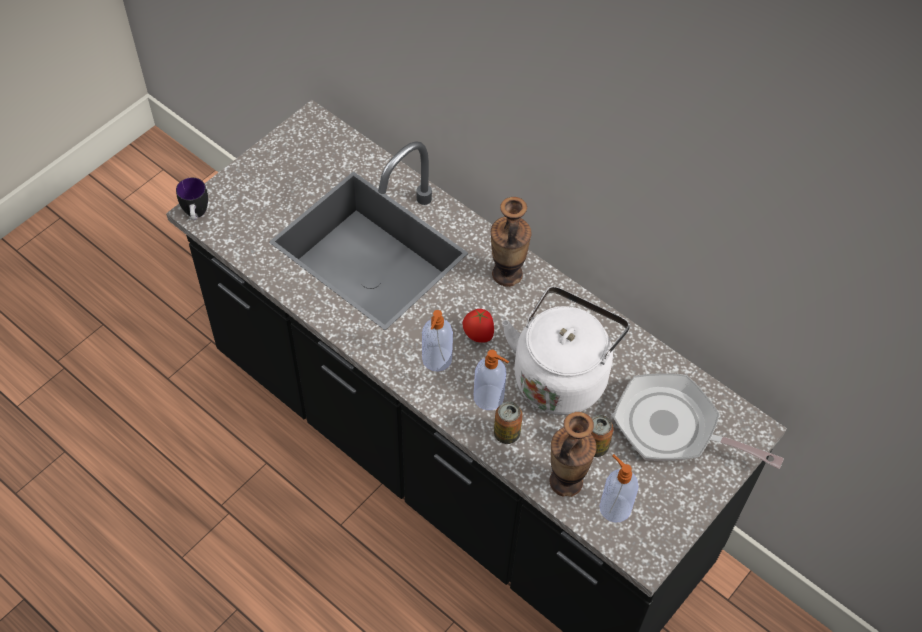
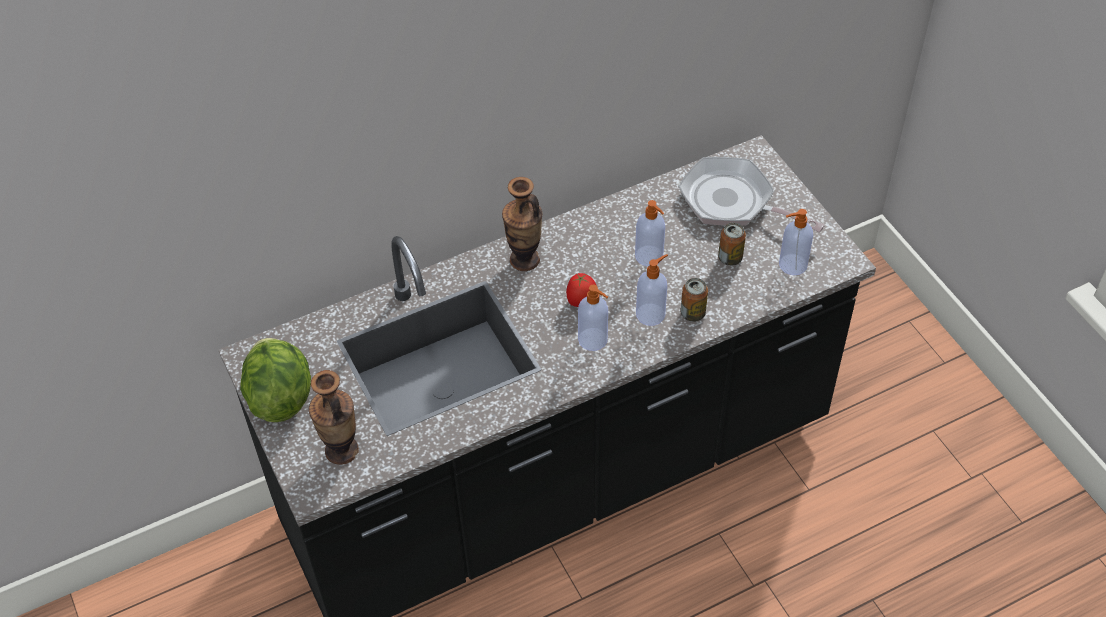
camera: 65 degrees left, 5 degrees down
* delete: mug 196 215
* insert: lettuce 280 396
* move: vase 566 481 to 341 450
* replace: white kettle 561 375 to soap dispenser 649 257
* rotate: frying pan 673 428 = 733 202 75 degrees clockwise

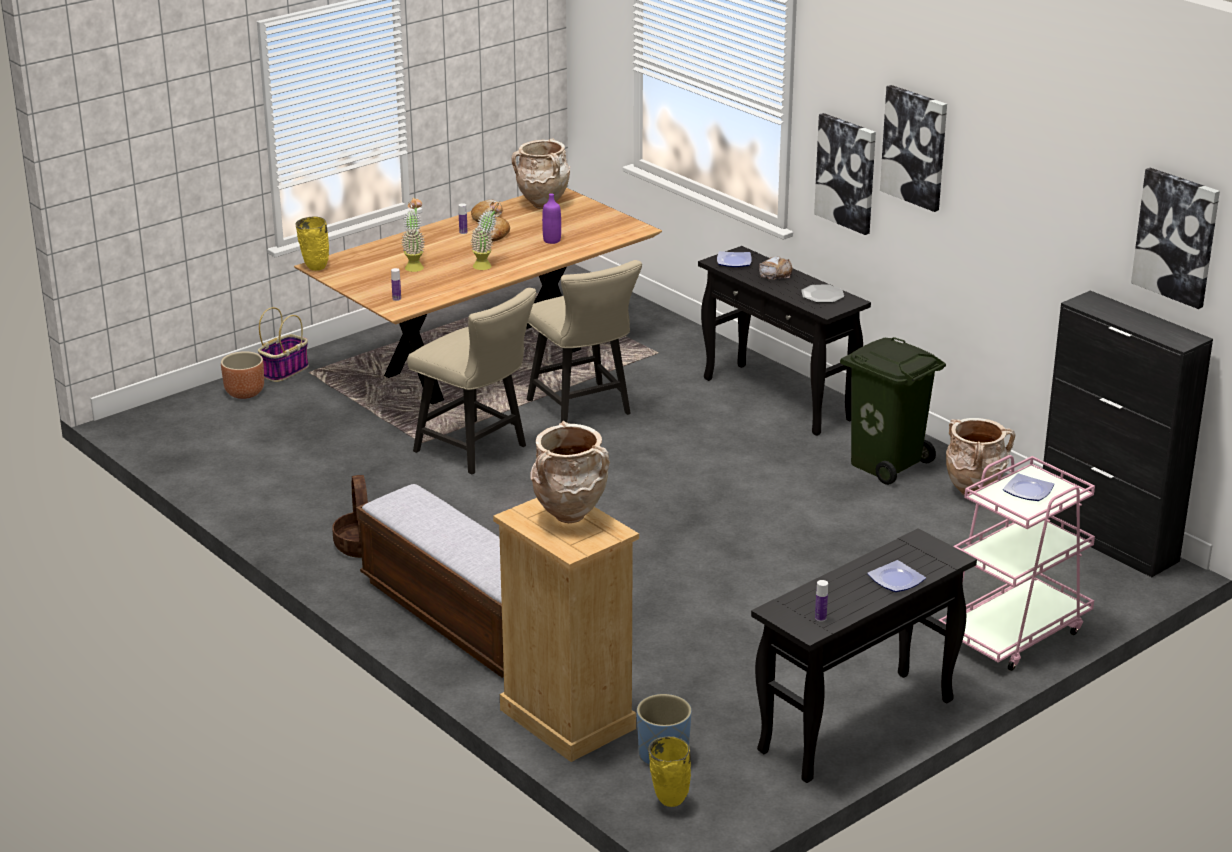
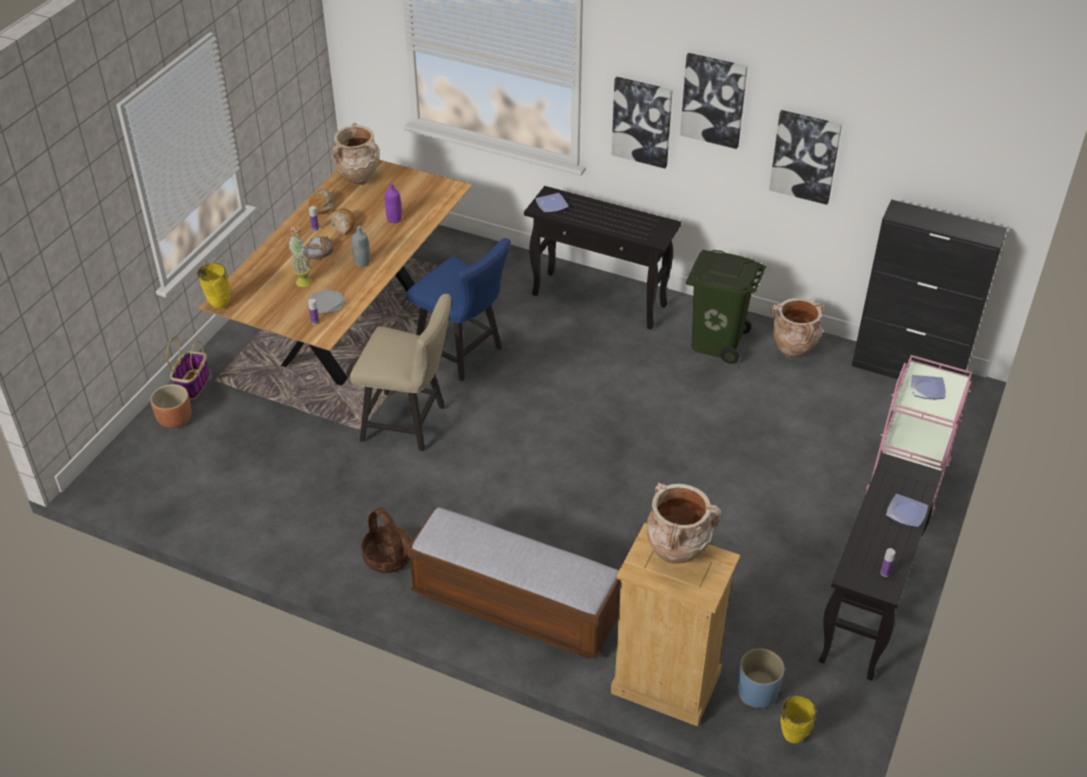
camera: 25 degrees left, 15 degrees up
* move: bread 775 273 to 319 250
* move: plate 822 295 to 326 303
* move: picture 1176 237 to 805 156
* replace: potted plant 487 266 to grey bottle 362 262
* recolor: beige chair 583 410 to blue chair 463 355

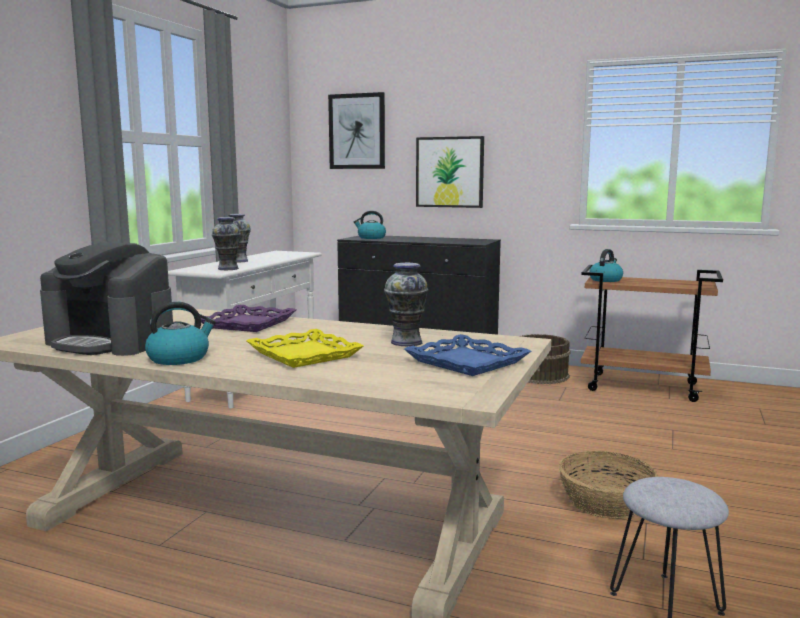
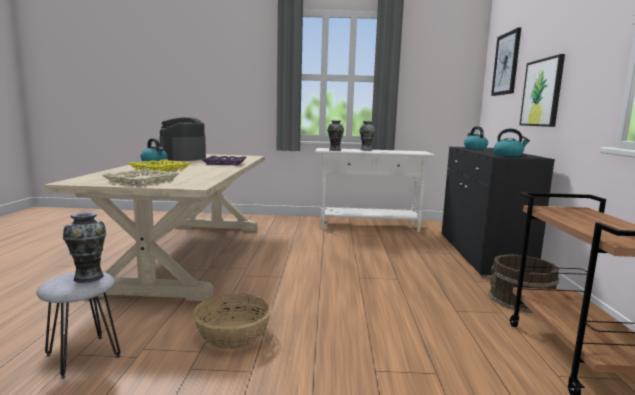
camera: 70 degrees right, 0 degrees up
* move: vase 407 342 to 88 277
* move: kettle 605 280 to 508 155
* recolor: blue tray 467 362 to beige tray 142 181

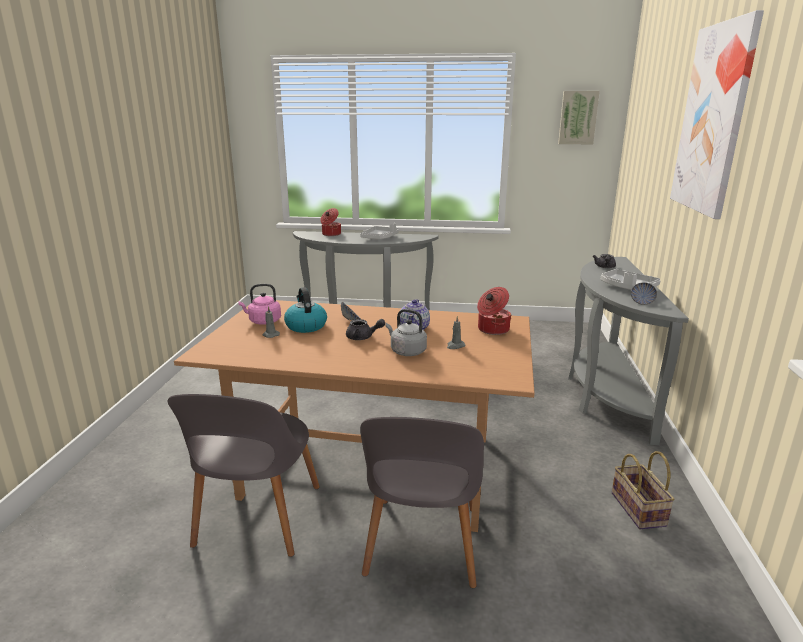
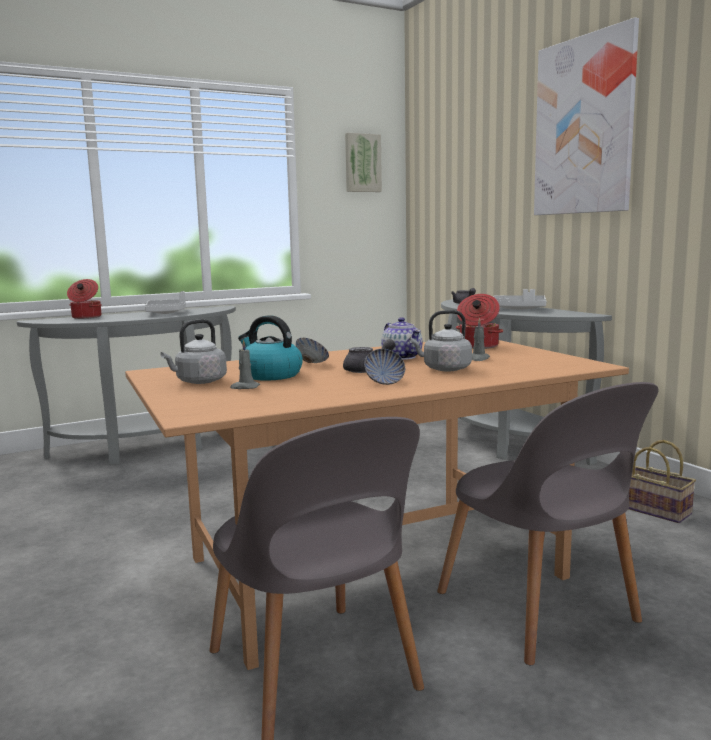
camera: 35 degrees left, 10 degrees down
* move: bowl 642 302 to 384 382
* recolor: pink kettle 263 321 to grey kettle 199 382

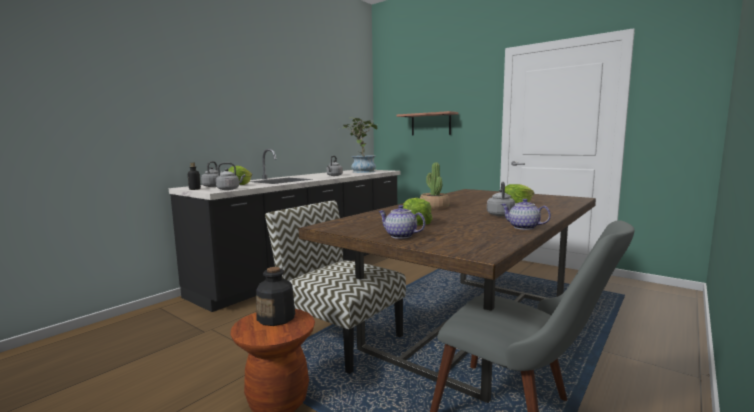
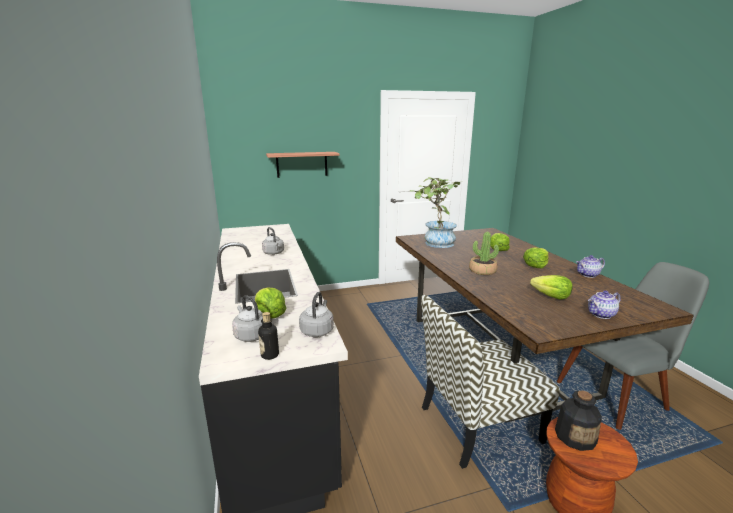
camera: 55 degrees left, 10 degrees up
* move: potted plant 361 171 to 435 243
* replace: grey kettle 500 214 to lettuce 535 265

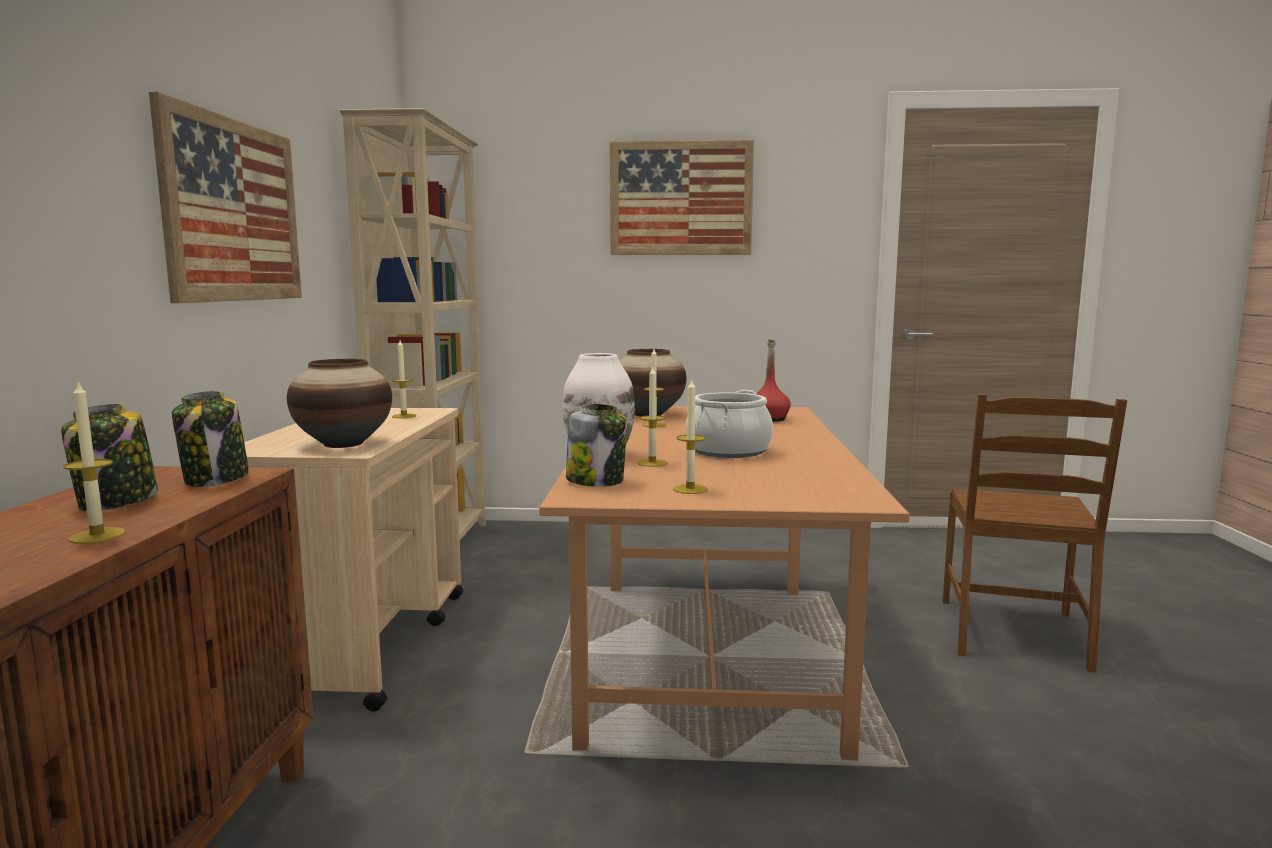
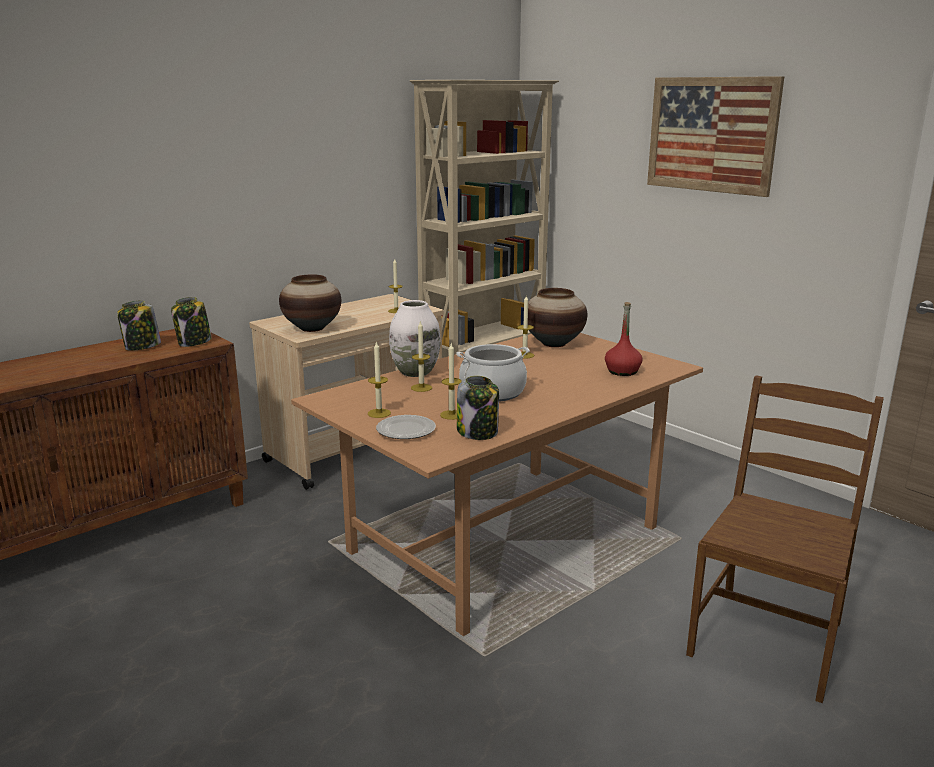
camera: 45 degrees right, 10 degrees up
* delete: picture 233 211
* insert: plate 406 430
* move: candle 97 535 to 451 415
* move: jar 596 481 to 478 432
* rotate: brown chair 1014 634 = 767 638 150 degrees clockwise

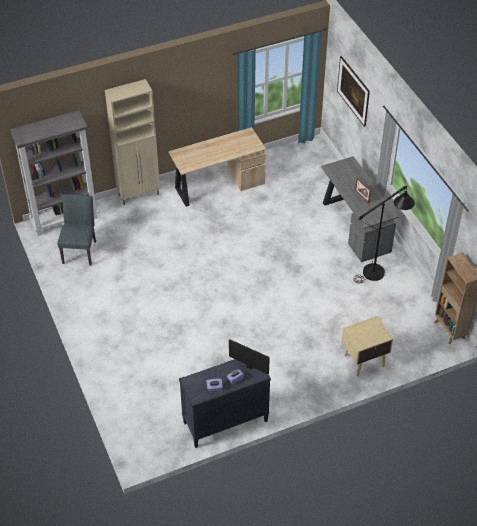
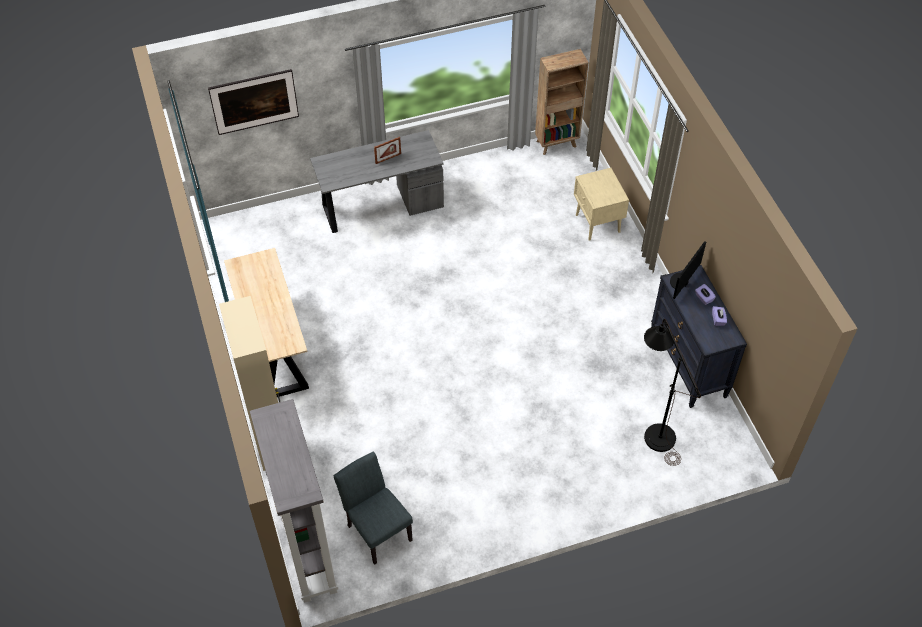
camera: 85 degrees left, 5 degrees up
* move: black floor lamp 379 270 to 655 430
* rotate: grey chair 80 250 = 376 529 45 degrees clockwise

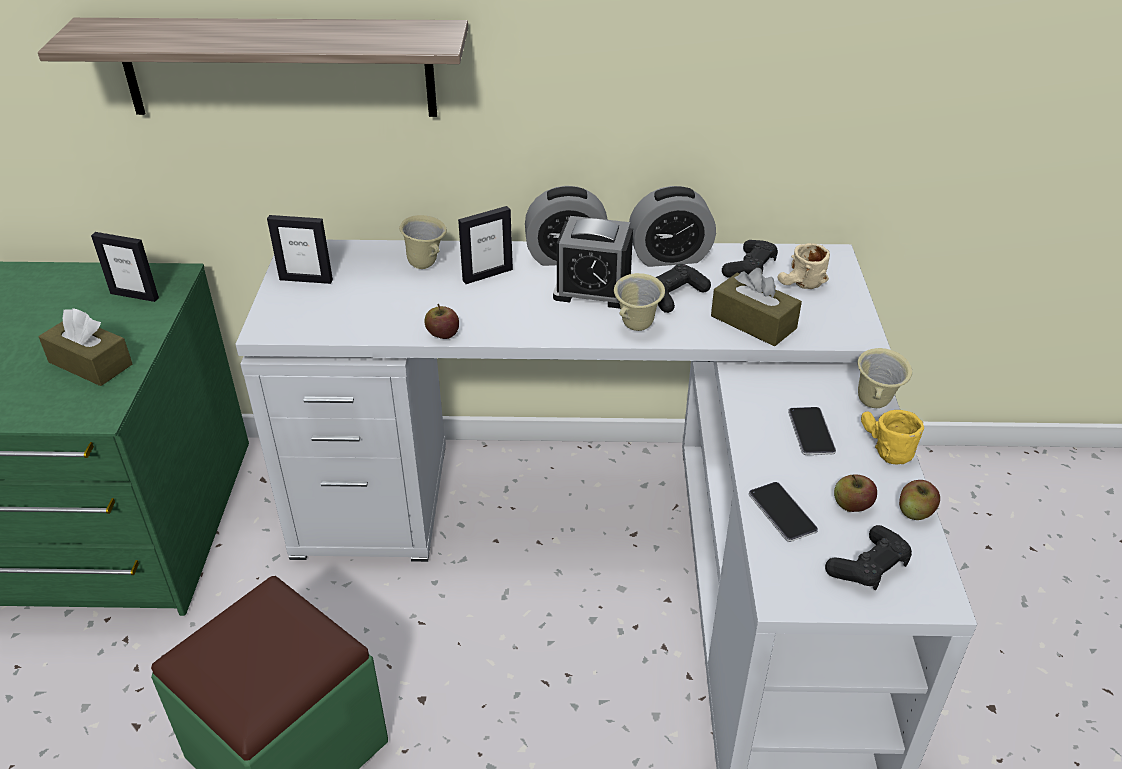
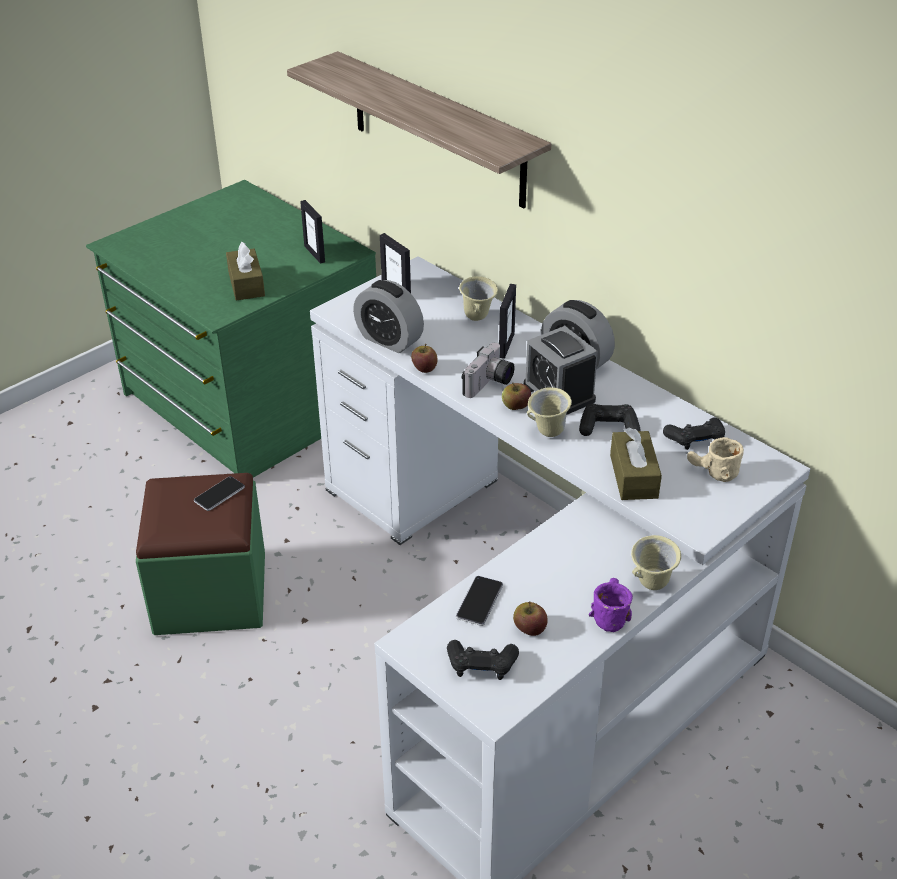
camera: 45 degrees right, 0 degrees up
* insert: photo camera 490 384
* move: alarm clock 669 257 to 389 340
* move: phone 811 432 to 219 494
* move: apple 915 512 to 516 406
* recolor: yellow mug 882 448 to purple mug 608 613
* rotate: picture frame 487 275 = 506 345 90 degrees counterclockwise

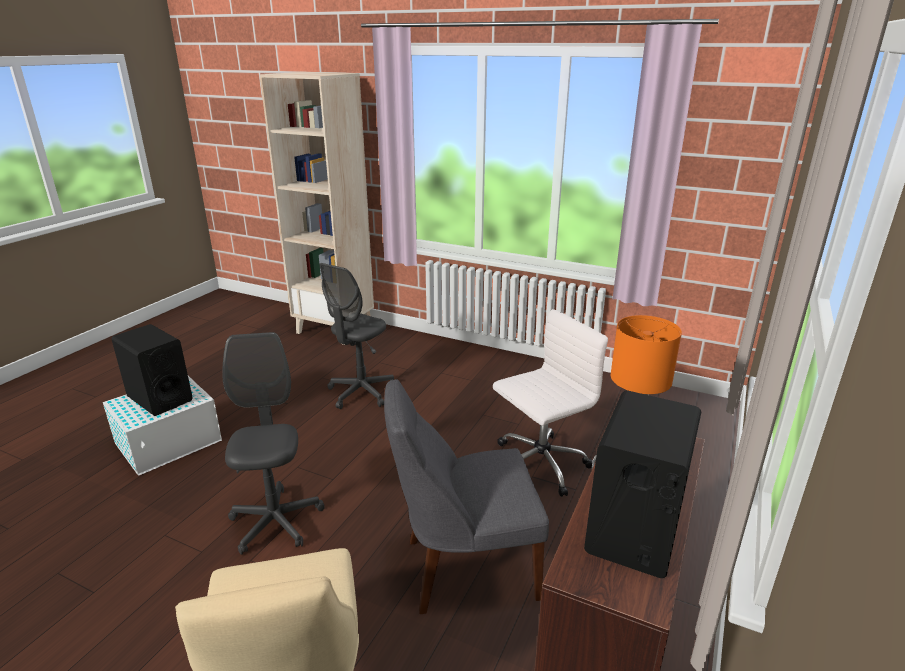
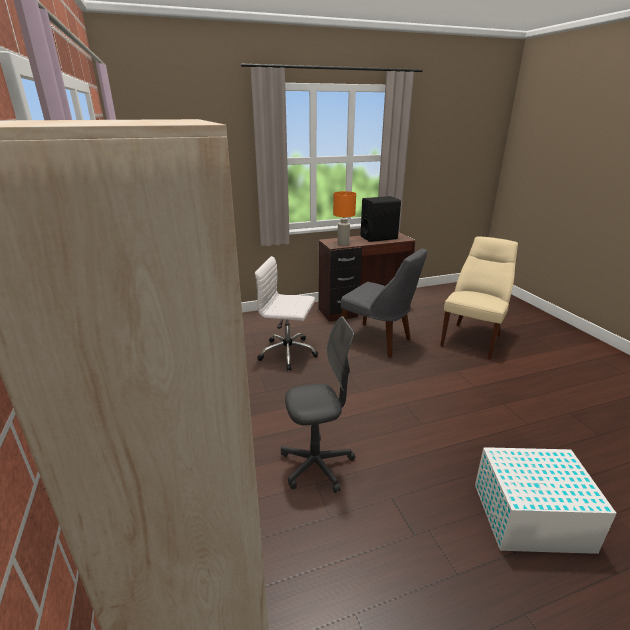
camera: 135 degrees left, 0 degrees up
* delete: black speaker 159 398
* delete: grey office chair 276 522

